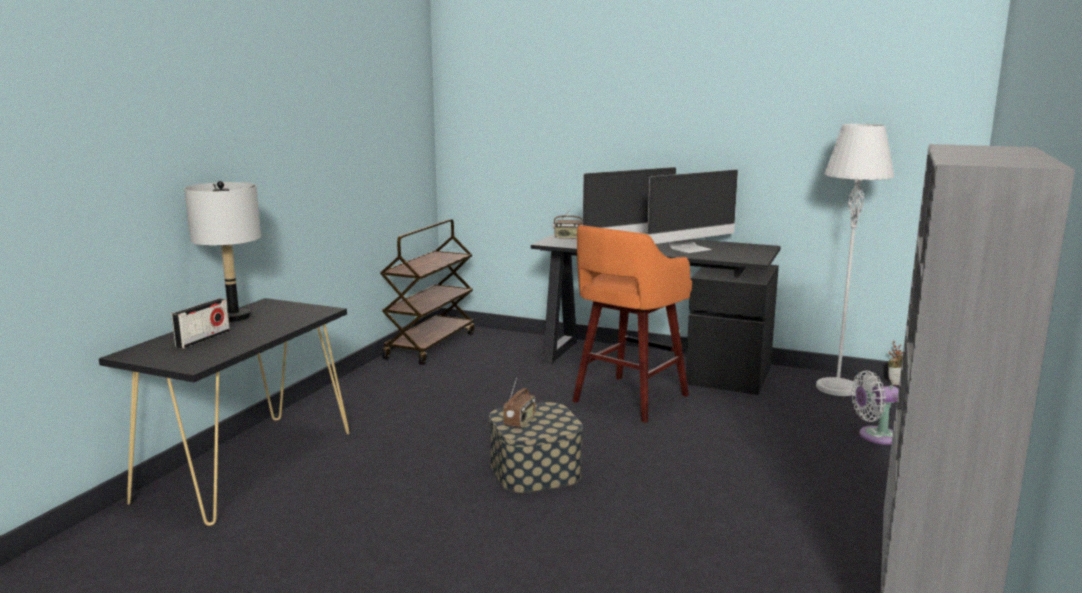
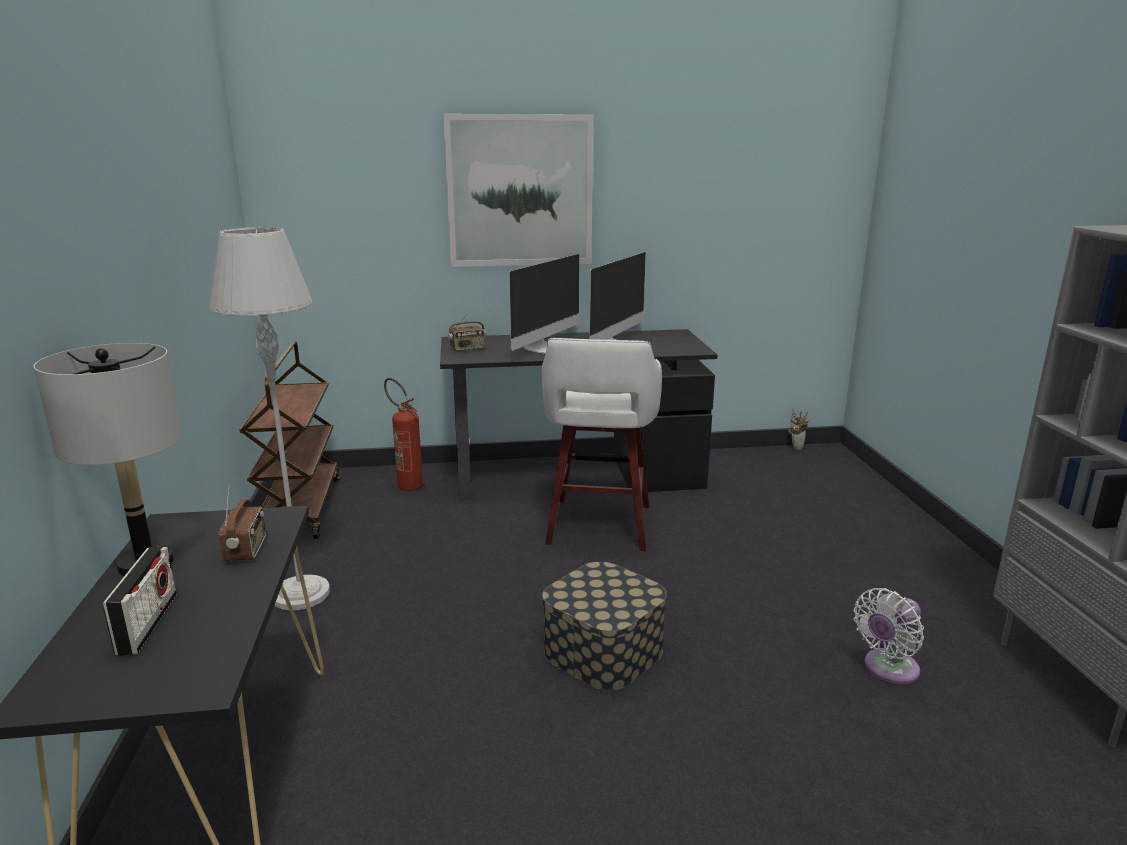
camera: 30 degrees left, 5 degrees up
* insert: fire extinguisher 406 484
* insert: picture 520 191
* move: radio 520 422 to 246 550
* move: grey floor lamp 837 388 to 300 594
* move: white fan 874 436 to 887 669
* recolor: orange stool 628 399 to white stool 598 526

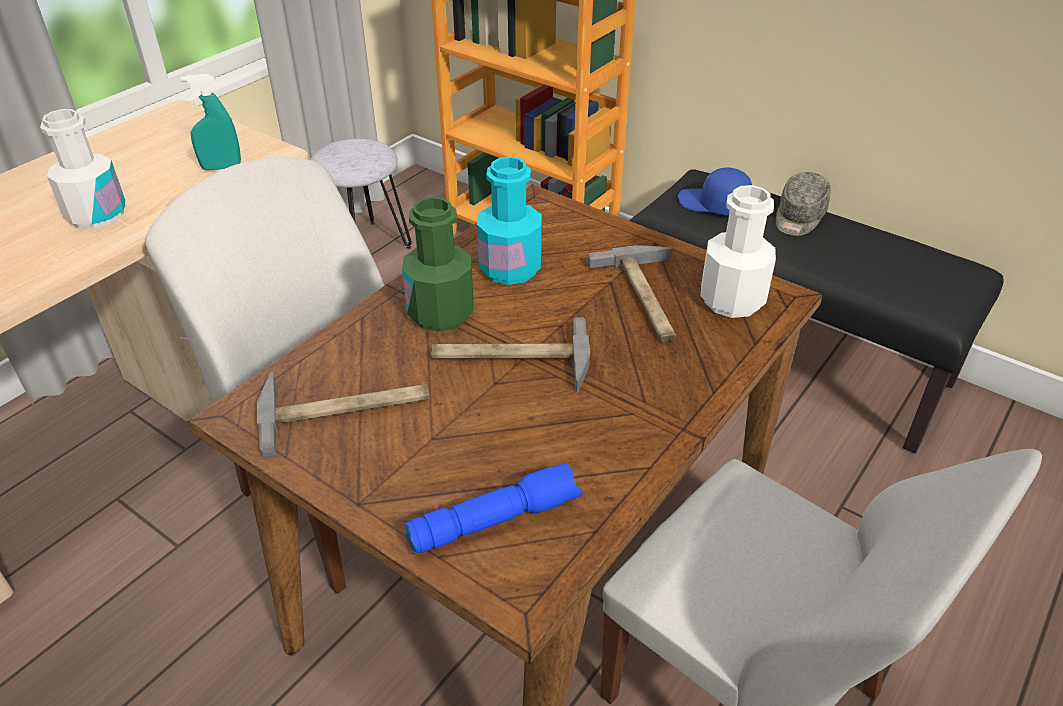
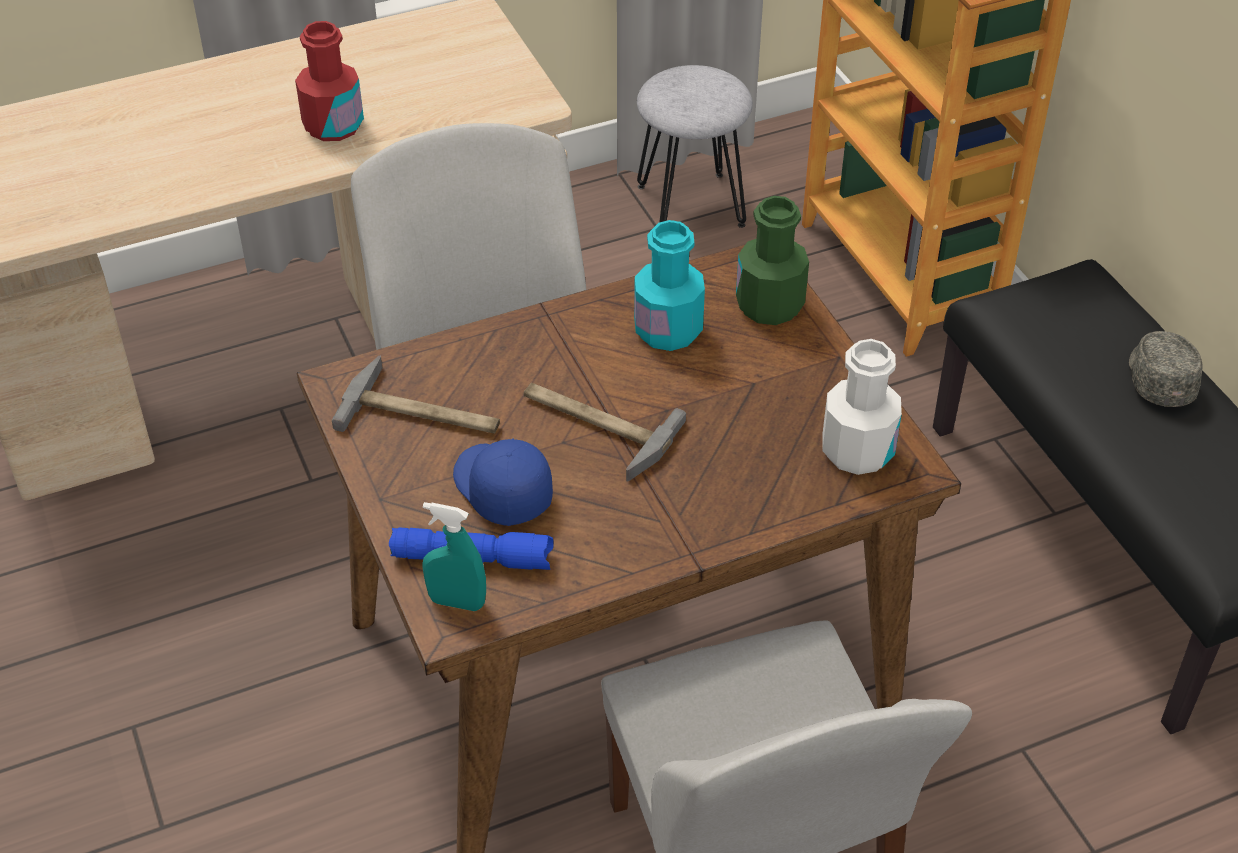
camera: 30 degrees right, 5 degrees up
* delete: hammer 647 297
* move: turquoise spray bottle 221 167 to 457 602
* move: green bottle 441 313 to 769 305
* move: blue cap 713 204 to 500 489
* recolor: white bottle 97 215 to red bottle 333 125
* rotate: grey cap 799 217 = 1159 378 120 degrees clockwise

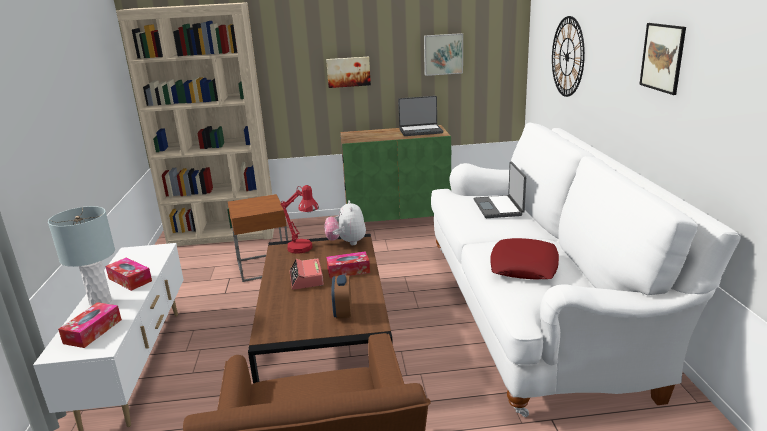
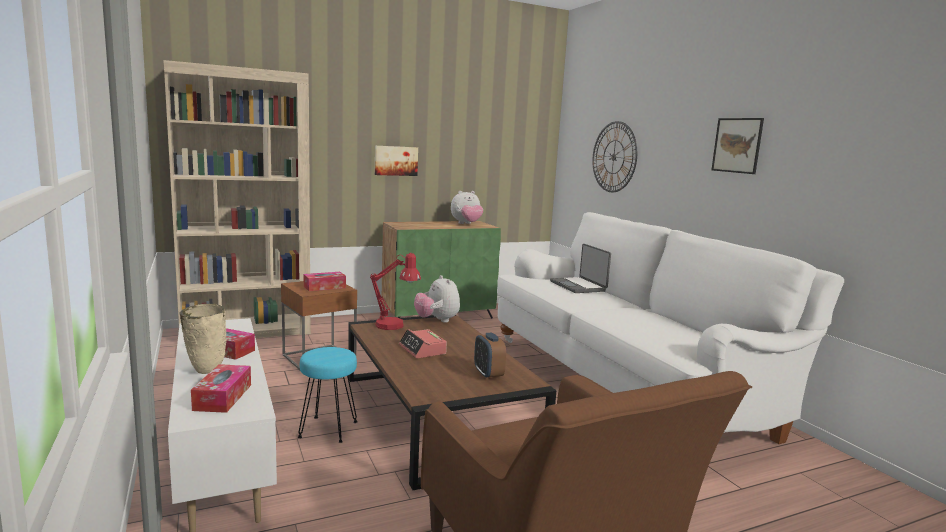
camera: 20 degrees left, 10 degrees down
* delete: picture 443 54
* delete: red pillow 524 266
* insert: turquoise stool 328 429
* move: tissue box 348 270 to 324 287
* replace: grey table lamp 100 302 to beige vase 205 371
* replace: laptop 420 131 to plush toy 466 224

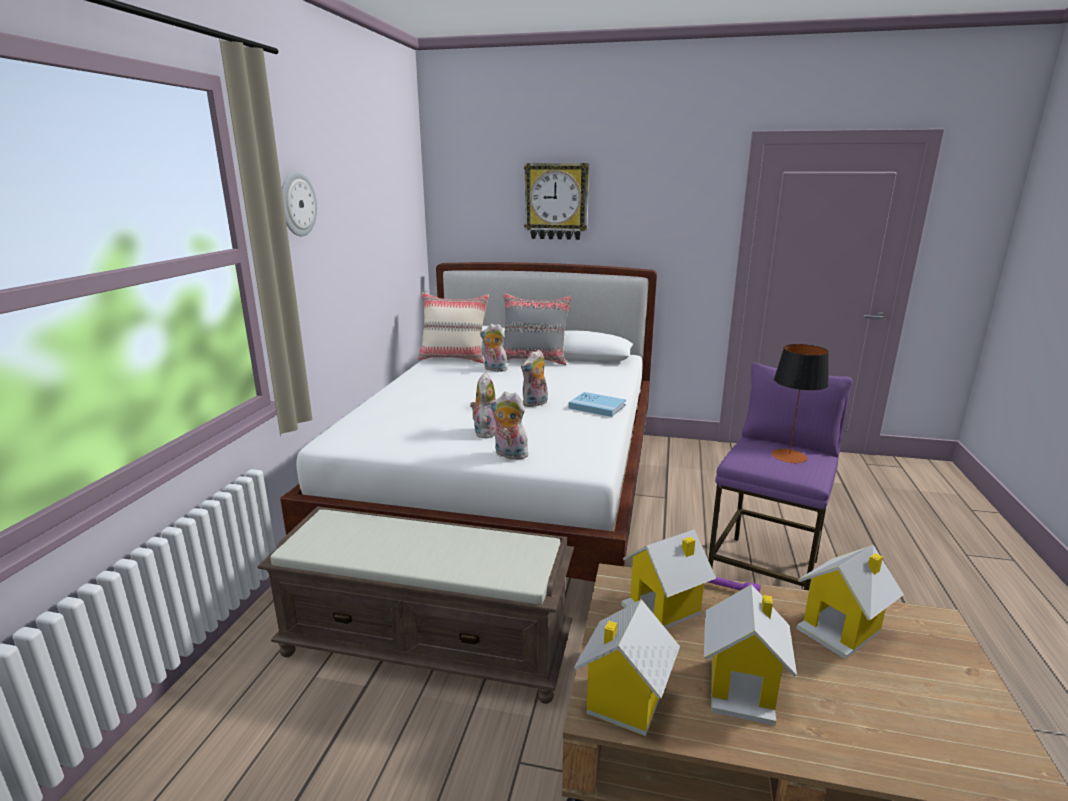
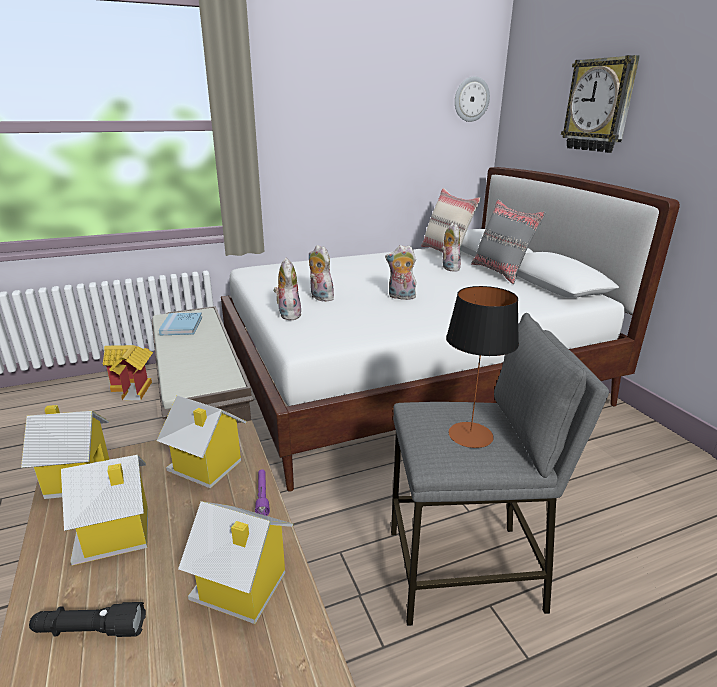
camera: 55 degrees right, 5 degrees up
* insert: black flashlight 90 630
* insert: toy house 135 389
* move: wall clock 297 204 to 471 99
* move: blue book 597 406 to 181 326
* recolor: purple stool 765 575 to grey stool 465 571
* rotate: plush toy 485 431 = 320 297 105 degrees counterclockwise

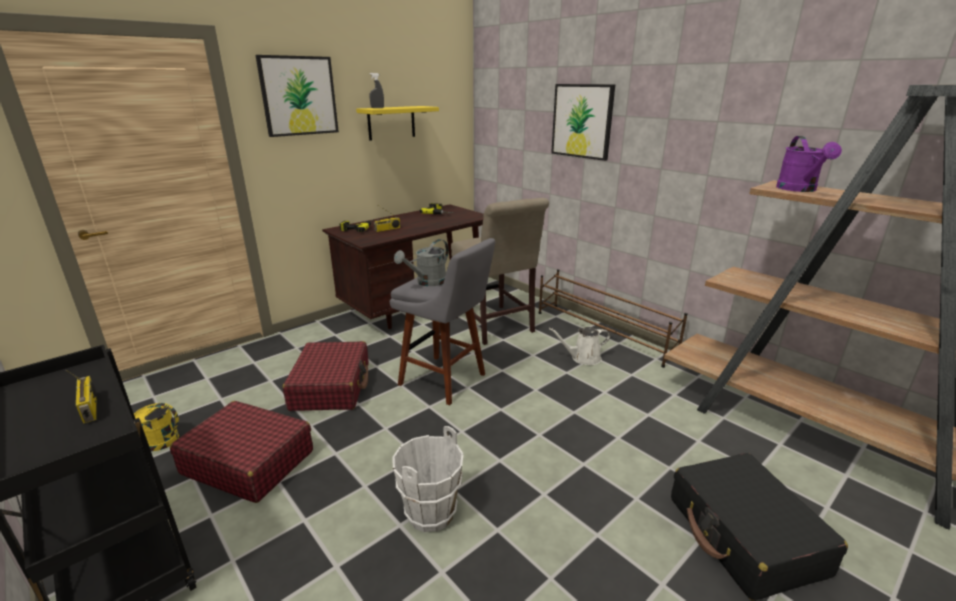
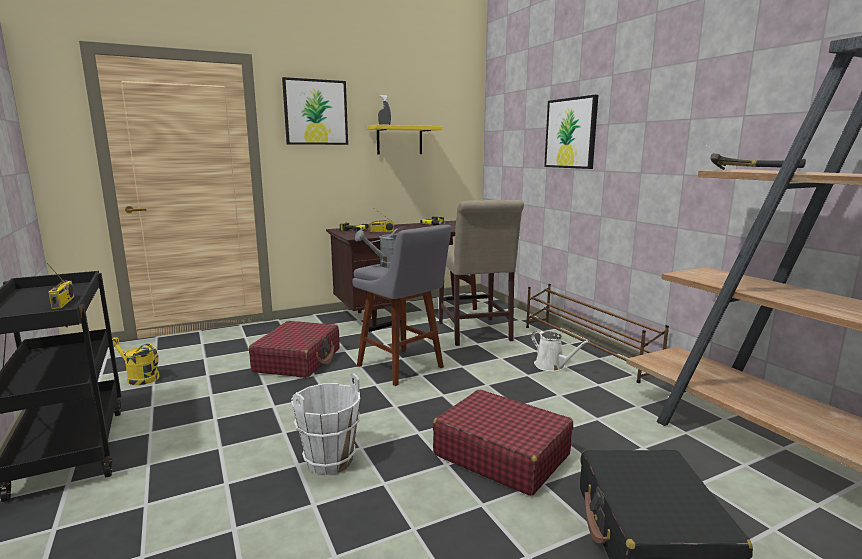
camera: 15 degrees right, 10 degrees down
* move: red suitcase 248 462 to 501 454
* replace: purple watering can 799 189 to hammer 752 171
* rotate: white watering can 583 358 = 552 366 135 degrees counterclockwise

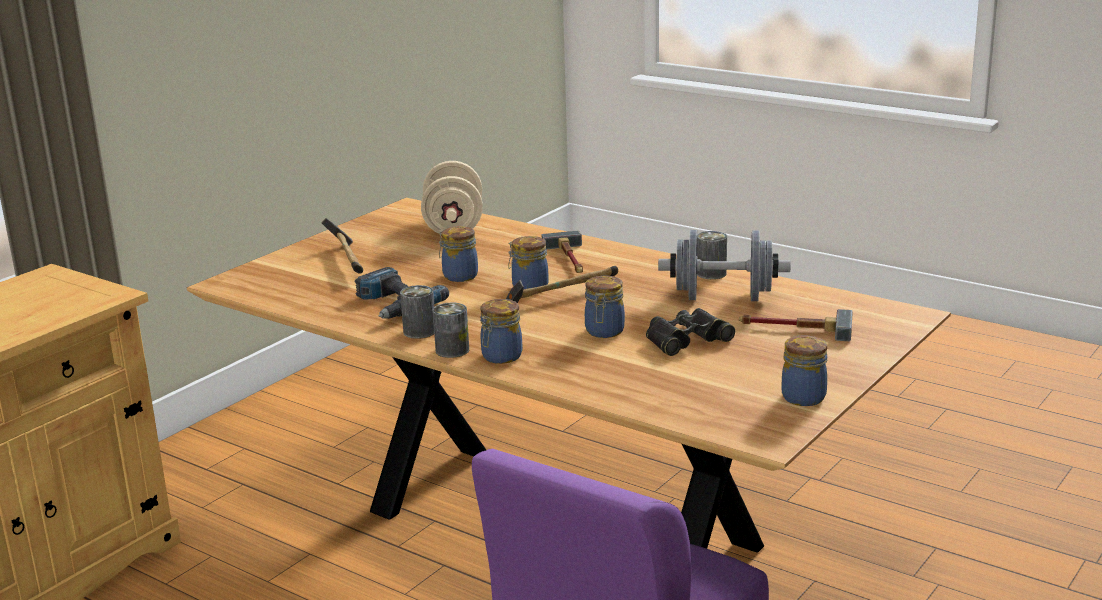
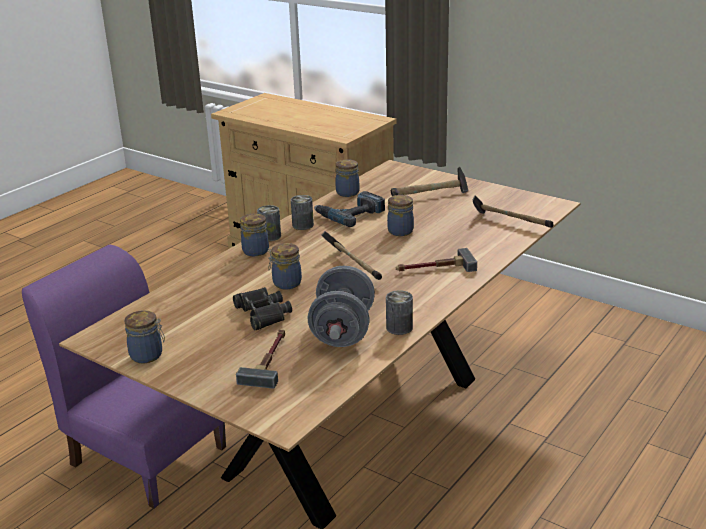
camera: 90 degrees right, 5 degrees up
* move: jar 528 287 to 348 192
* replace: beige dumbbell 454 226 to hammer 510 223

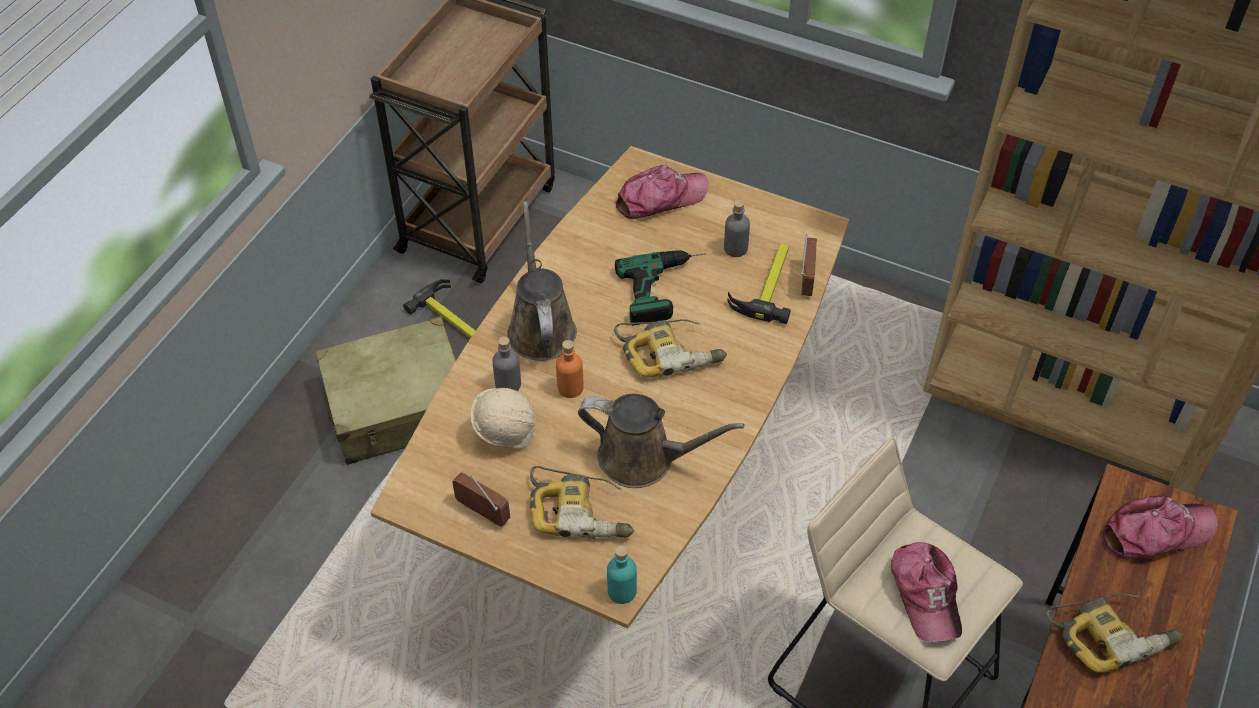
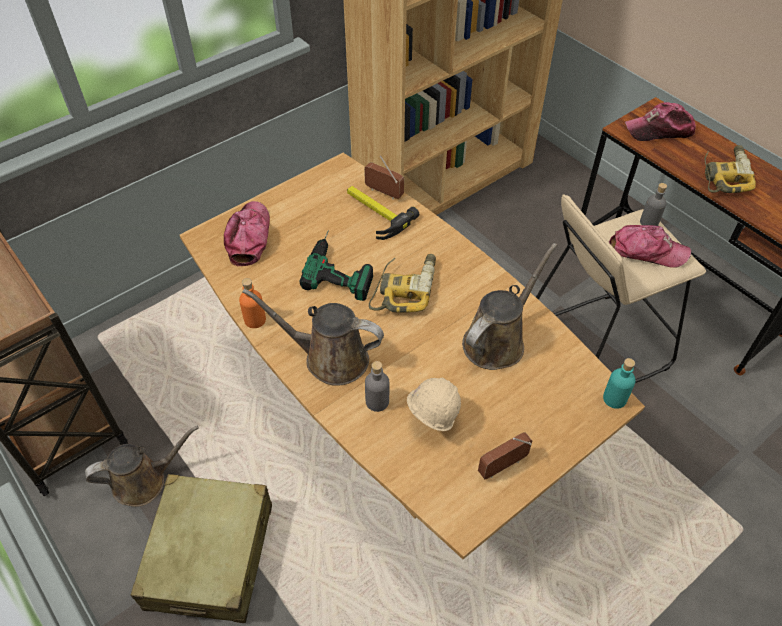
camera: 65 degrees left, 0 degrees up
* delete: power drill 581 511
* move: orange bottle 570 388 to 255 320
* move: grey bottle 735 248 to 649 222
* replace: hammer 450 316 to brown watering can 144 481
* rotate: cap 1156 533 = 659 130 105 degrees counterclockwise

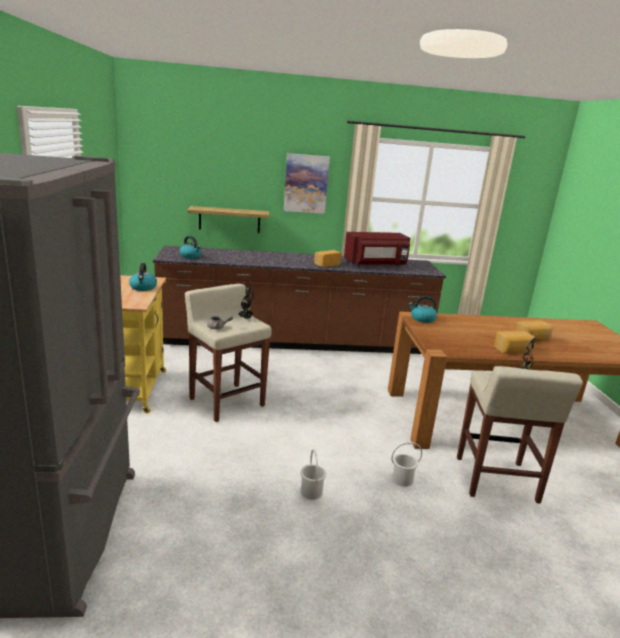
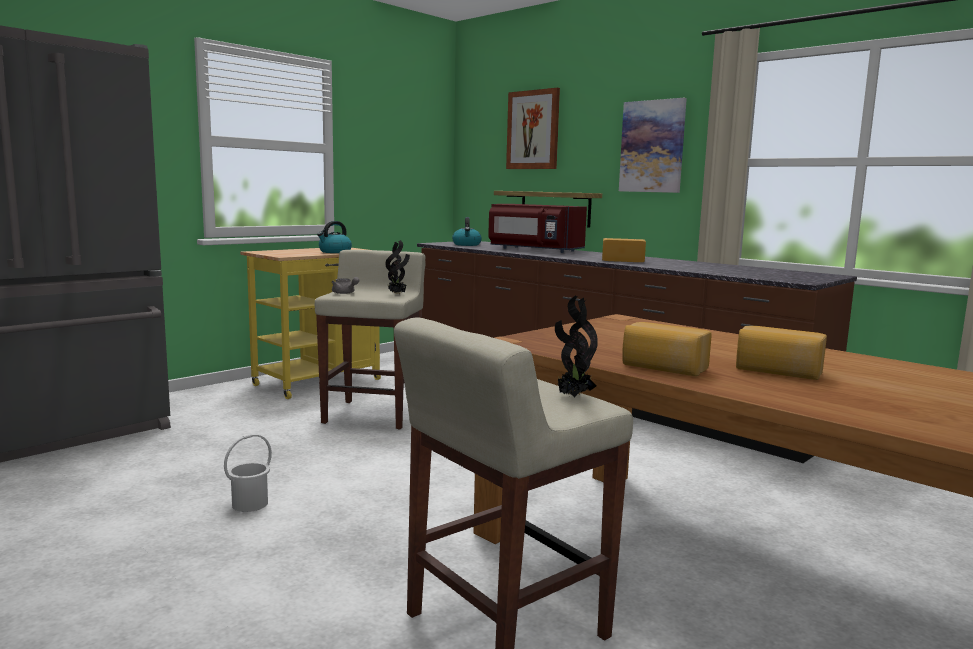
camera: 50 degrees right, 10 degrees down
* delete: white bucket 402 479
* delete: kettle 422 319
* insert: picture 533 130
* move: red microwave 376 264 to 533 250

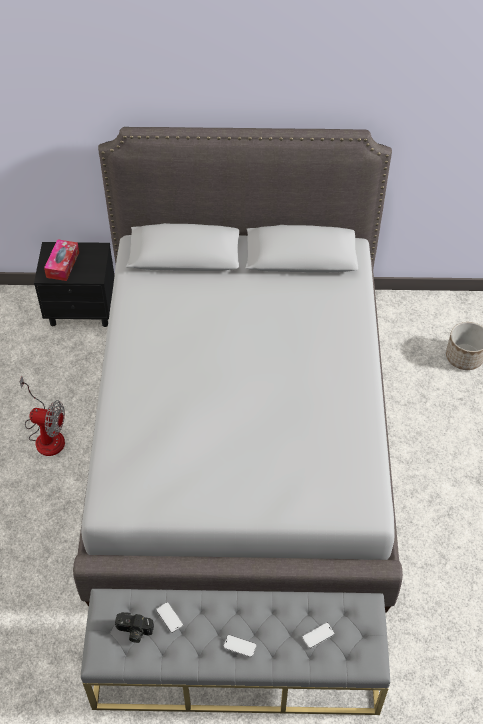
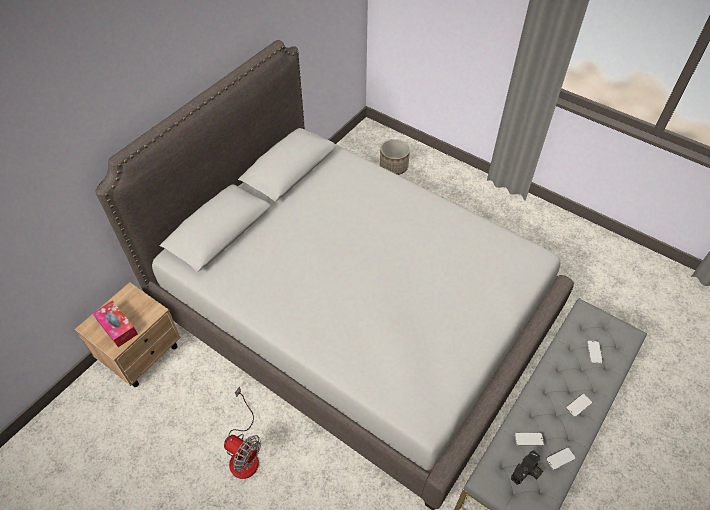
camera: 55 degrees left, 0 degrees up
* insert: phone 560 459
* recolor: black nightstand 82 309 to beige nightstand 143 354
* rotate: fan 46 435 = 244 452 75 degrees clockwise

